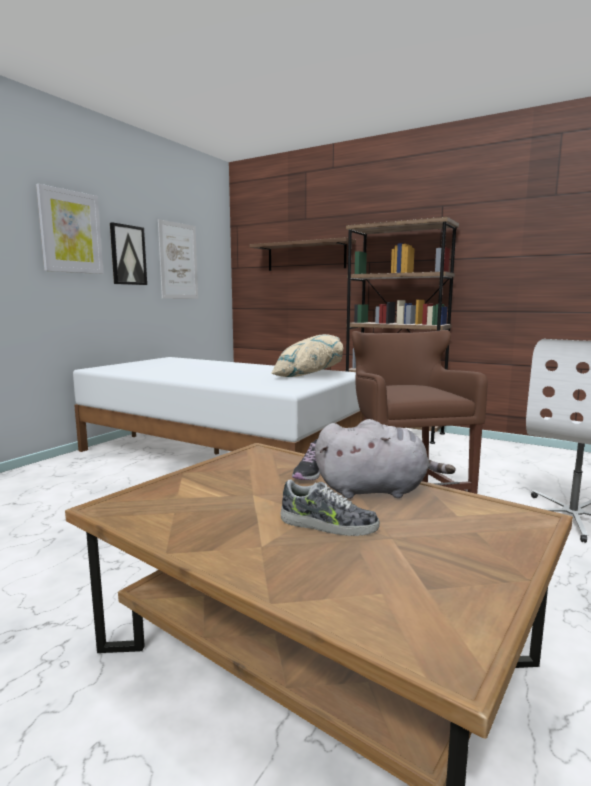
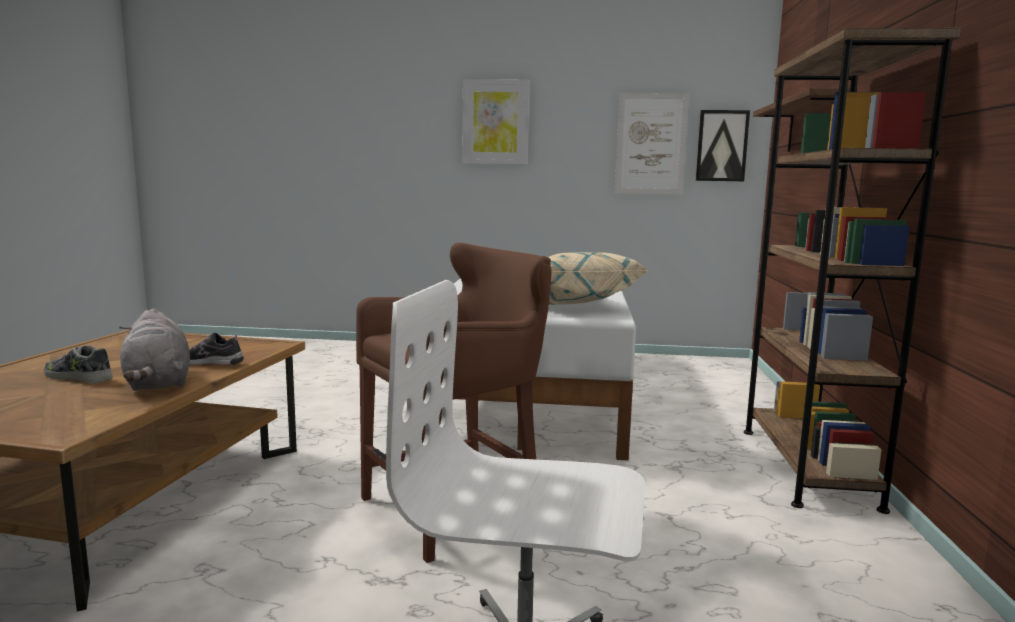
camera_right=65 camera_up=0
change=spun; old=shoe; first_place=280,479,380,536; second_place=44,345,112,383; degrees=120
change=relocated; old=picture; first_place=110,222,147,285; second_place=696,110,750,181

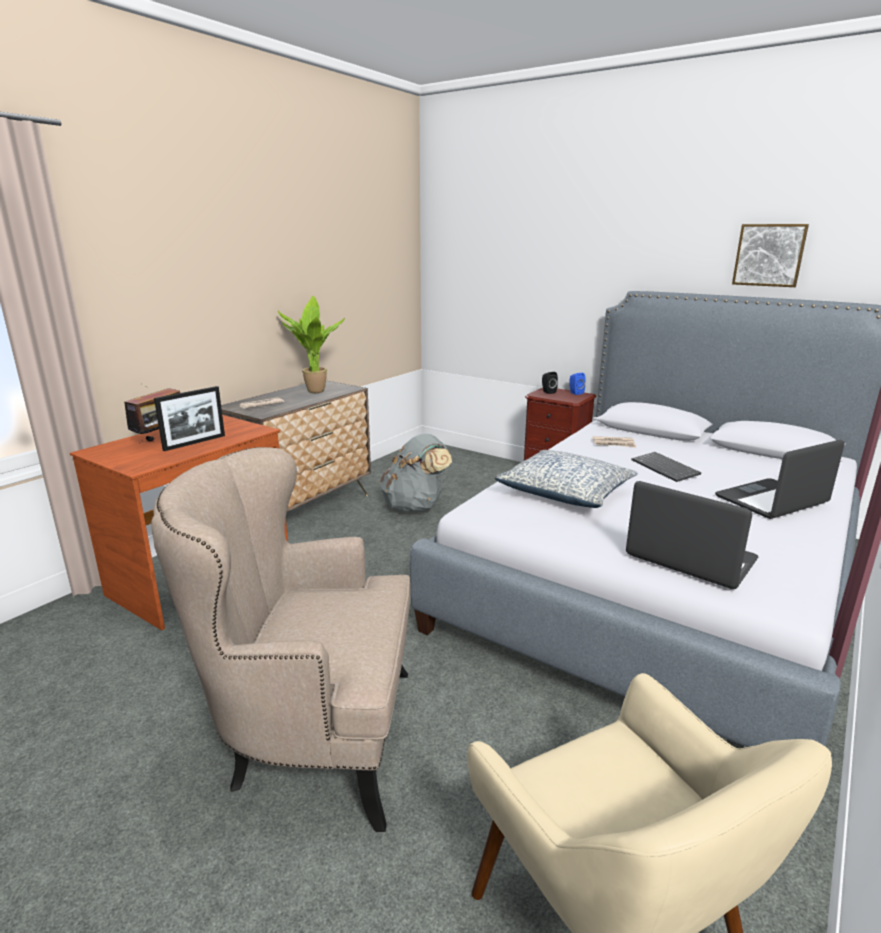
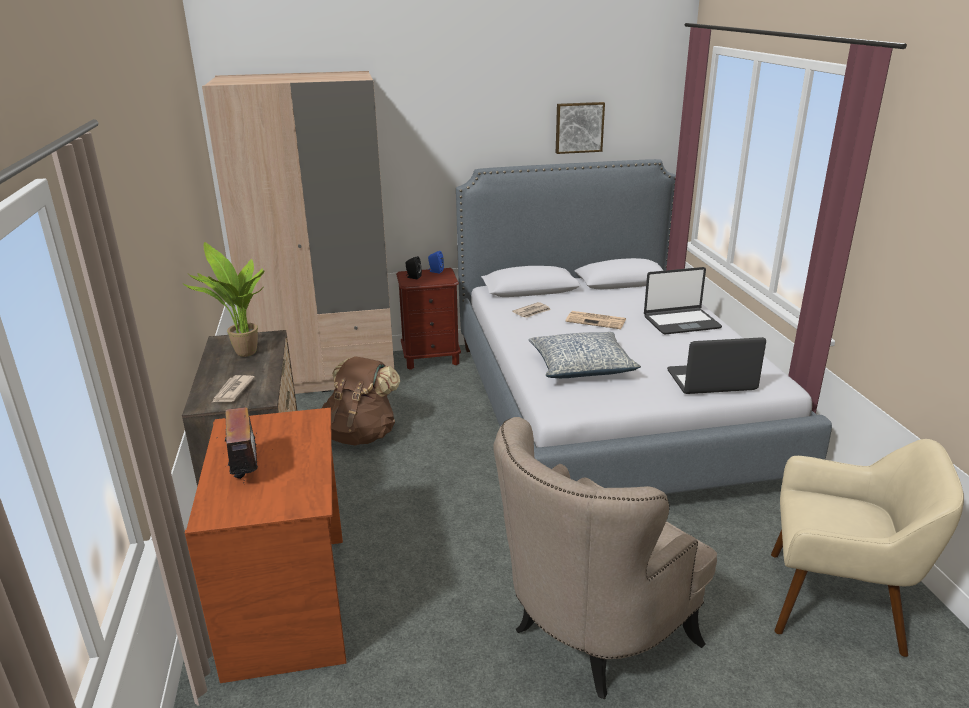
camera_right=-45 camera_up=5
change=appeared; new=beige wardrobe; second_place=202,71,394,394
change=colour; old=grey backpack; new=brown backpack; first_place=380,434,452,511; second_place=322,356,400,446
change=exchanged; old=keyboard; new=newspaper; first_place=632,452,701,482; second_place=566,311,626,329
change=spun; old=laptop; first_place=715,439,845,519; second_place=644,267,722,335; degrees=-120
change=missing; old=picture frame; first_place=154,386,225,451

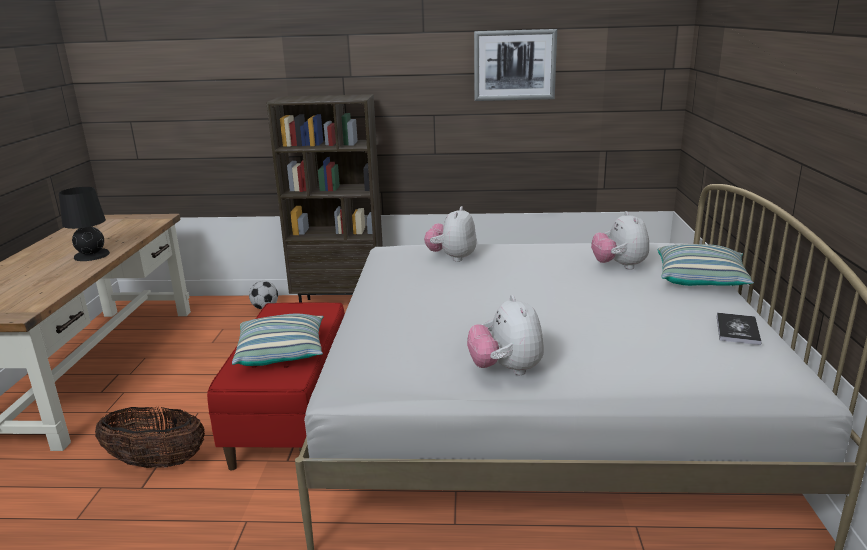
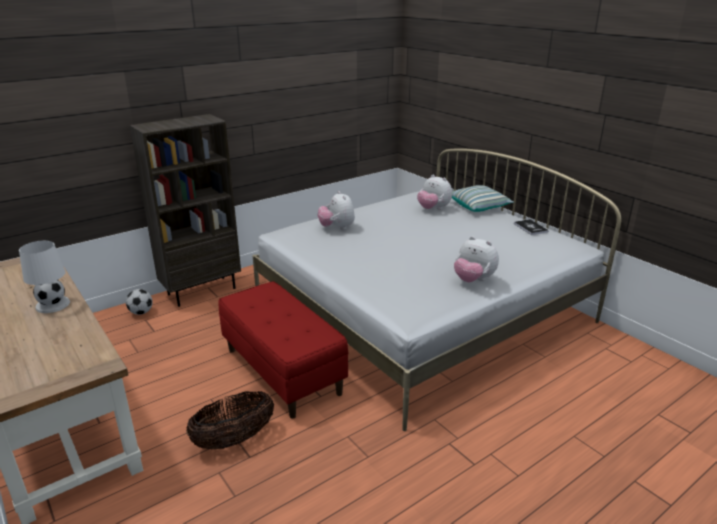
camera_right=-40 camera_up=5
change=colour; old=black table lamp; new=white table lamp; first_place=59,187,110,261; second_place=19,240,70,313
change=missing; old=pillow; first_place=232,314,324,366
change=missing; old=picture; first_place=474,29,557,101

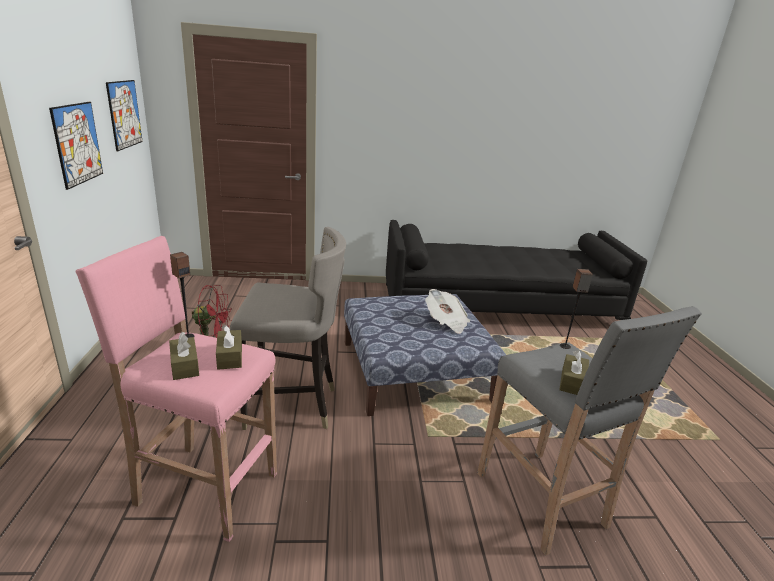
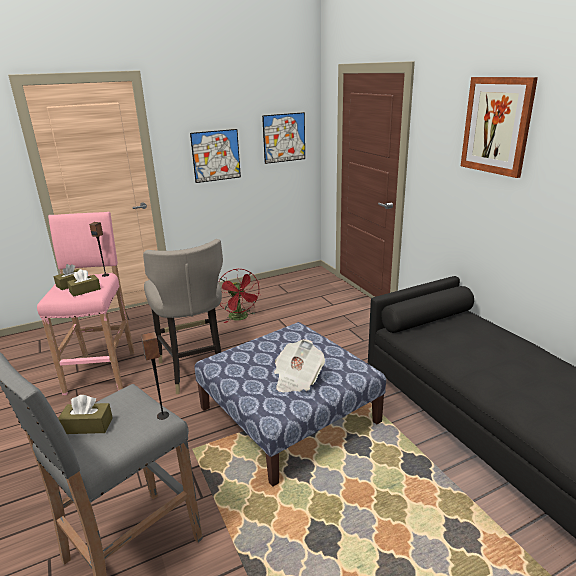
camera_right=70 camera_up=0
change=appeared; new=picture; second_place=461,77,538,178

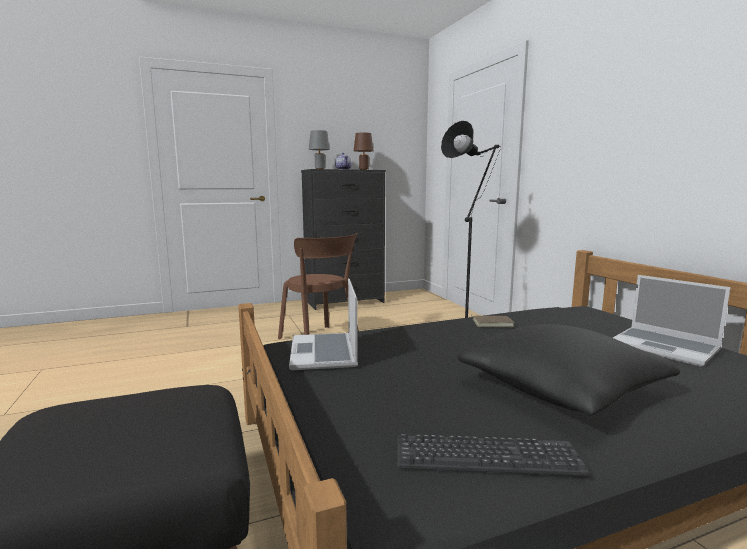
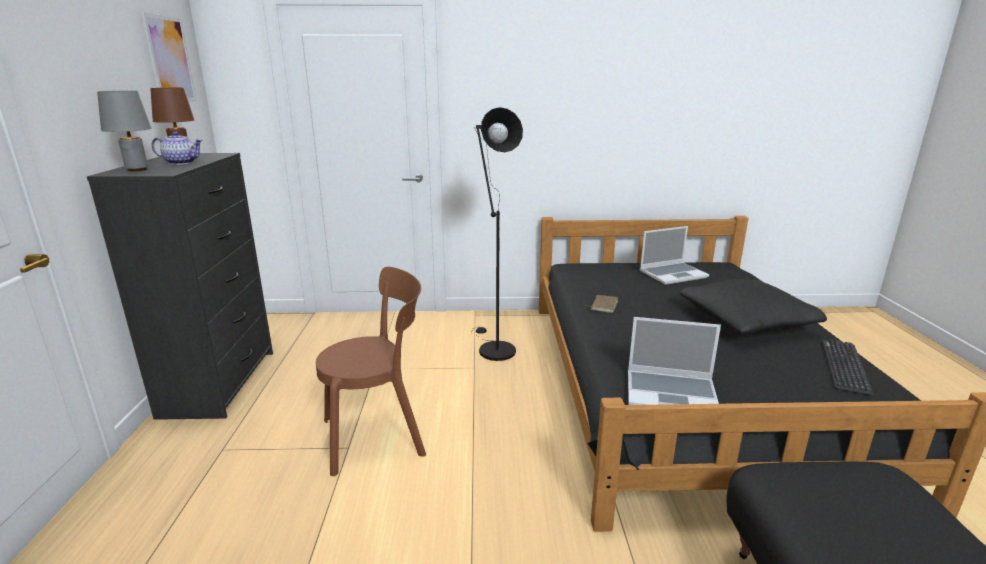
camera_right=-70 camera_up=10
change=appeared; new=picture; second_place=141,12,197,102

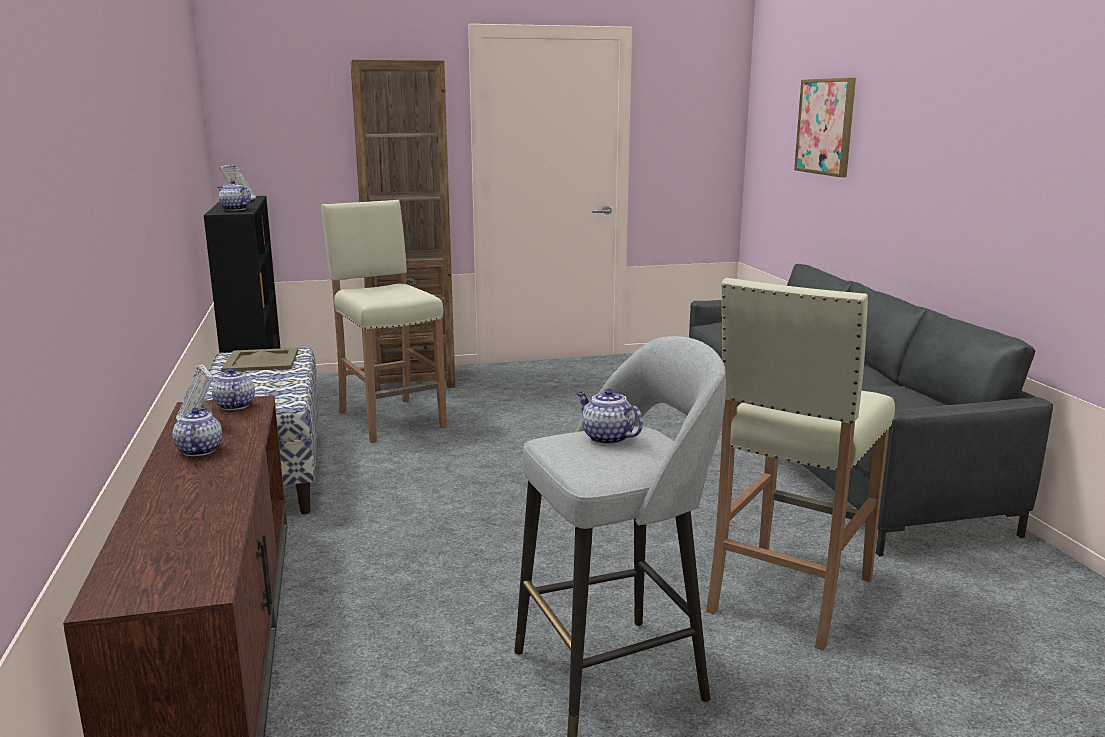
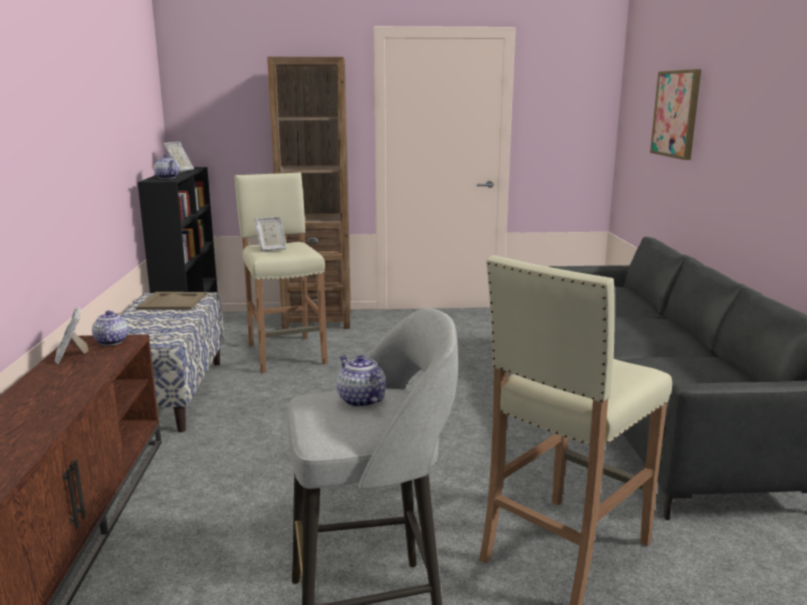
camera_right=10 camera_up=0
change=appeared; new=picture frame; second_place=254,217,286,252
change=missing; old=teapot; first_place=172,407,222,456

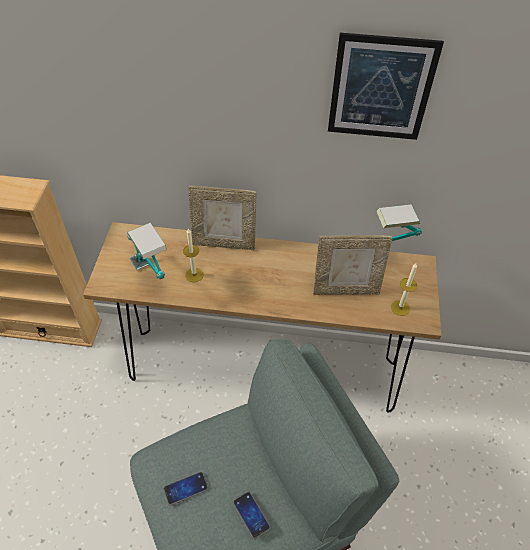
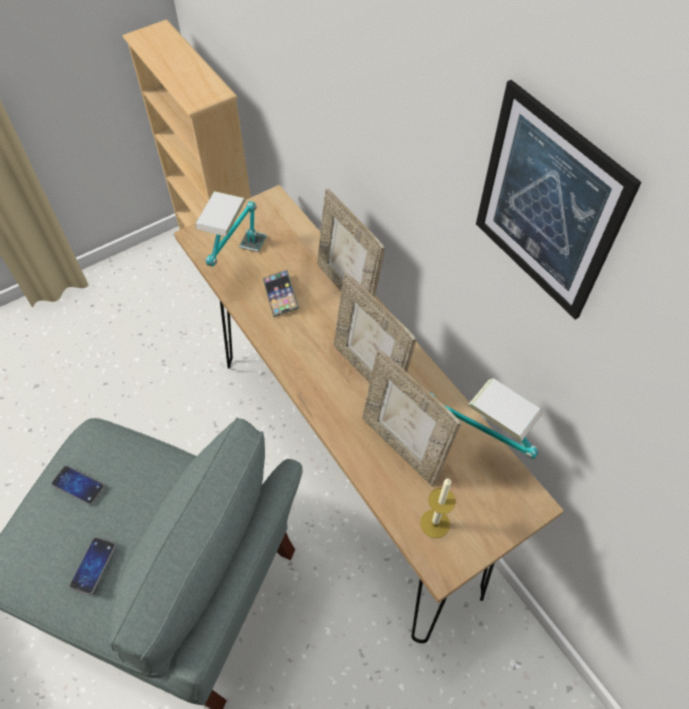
camera_right=50 camera_up=5
change=exchanged; old=candle; new=phone; first_place=183,229,204,282; second_place=263,270,299,317
change=appeared; new=picture frame; second_place=334,272,416,383

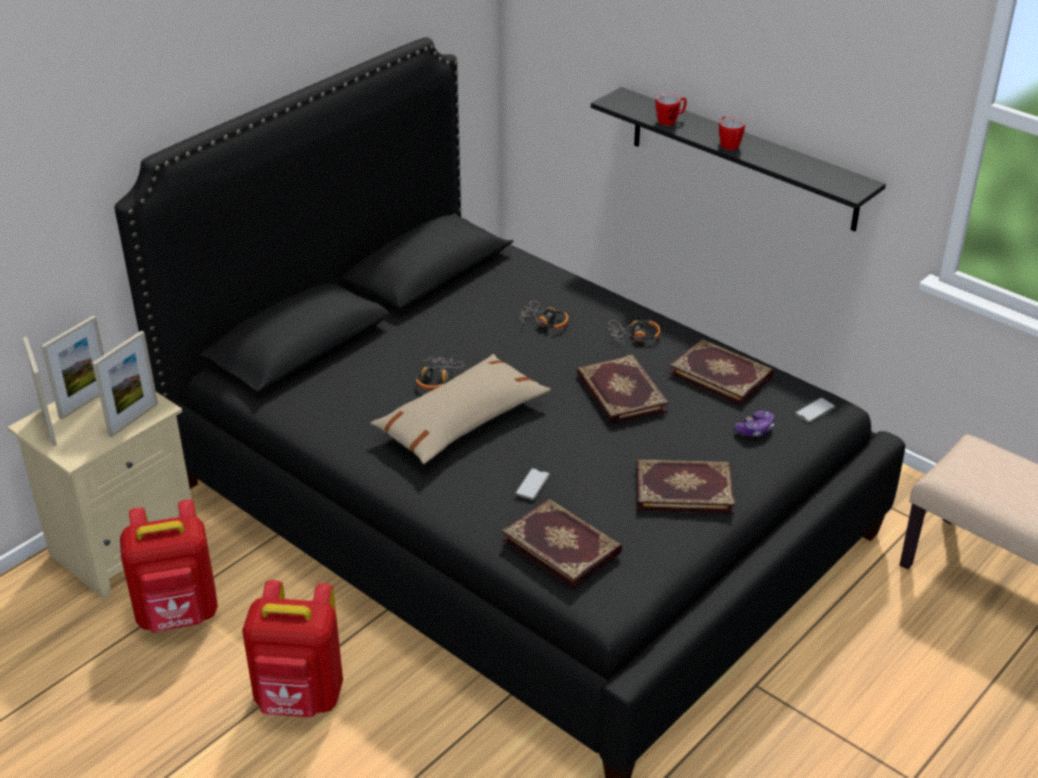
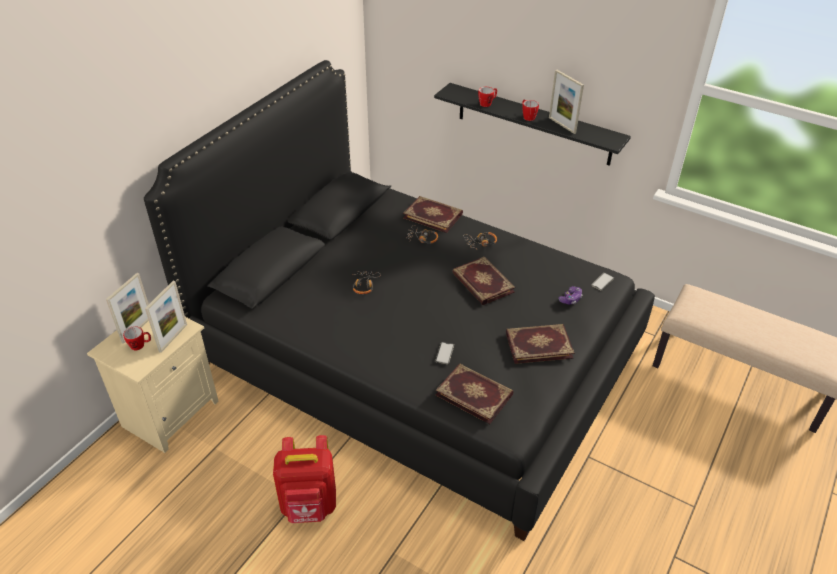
camera_right=-10 camera_up=5
change=appeared; new=mug; second_place=123,326,151,351
change=relocated; old=book; first_place=669,339,774,406; second_place=403,196,463,233
change=relocated; old=picture frame; first_place=23,337,57,446; second_place=549,70,584,134
change=missing; old=red backpack; first_place=120,499,218,632
change=missing; old=beige pillow; first_place=371,354,551,464

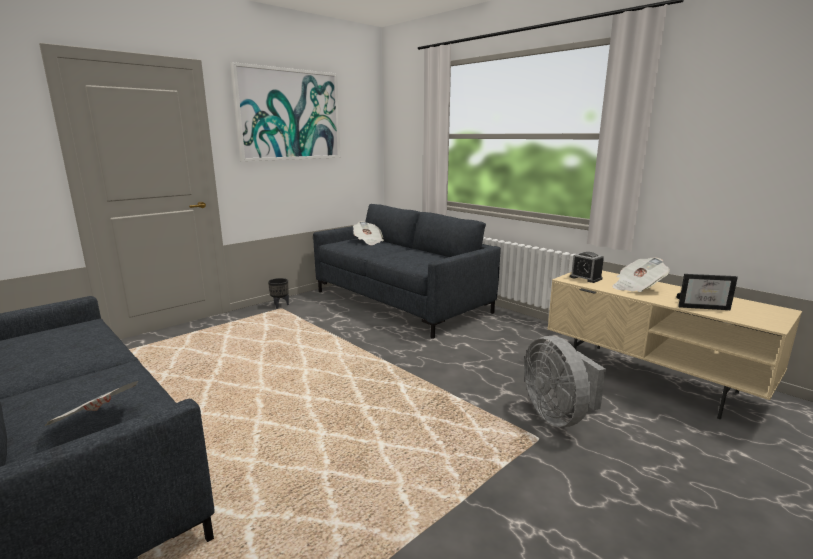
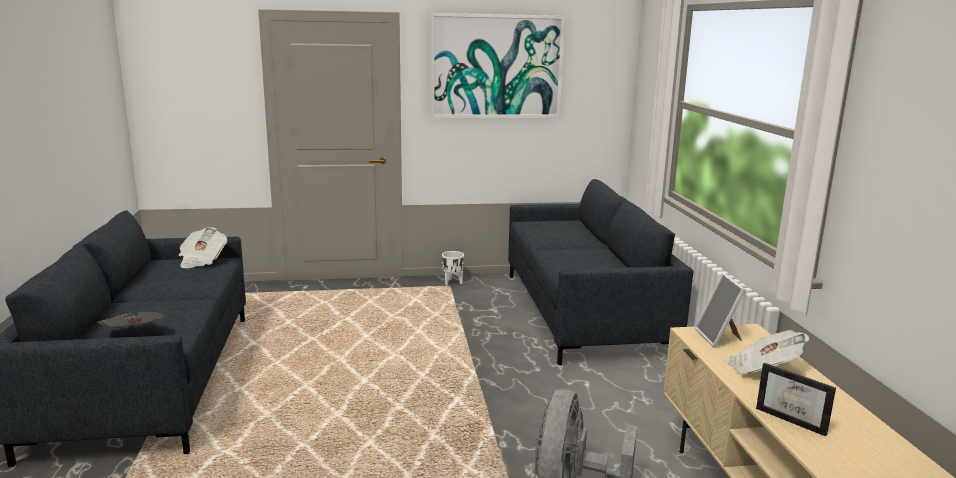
camera_right=35 camera_up=0
change=relocated; old=newspaper; first_place=353,221,384,245; second_place=179,227,227,268
change=colour; old=black planter; new=white planter; first_place=268,278,289,309; second_place=442,251,464,286
change=exchanged; old=alarm clock; new=picture frame; first_place=570,252,604,283; second_place=695,273,746,348

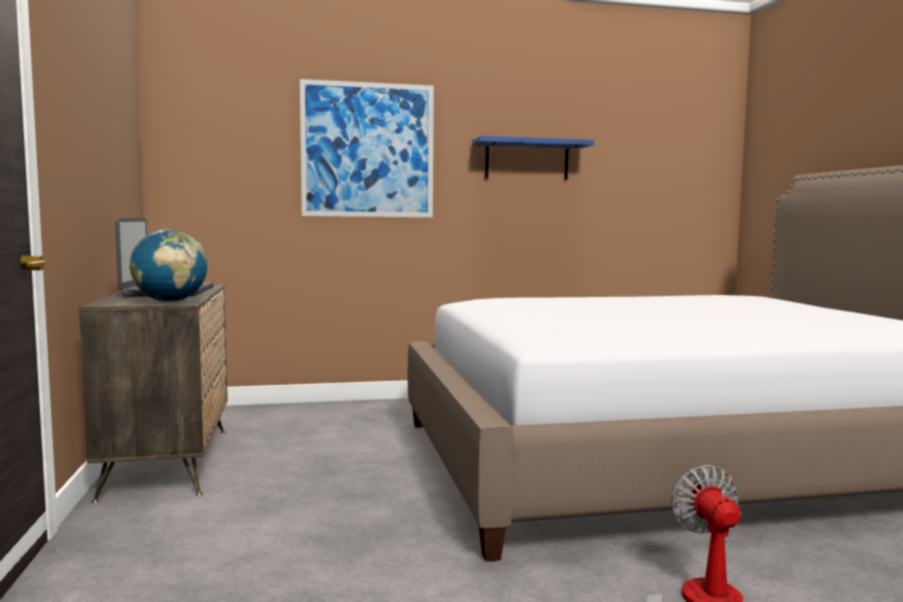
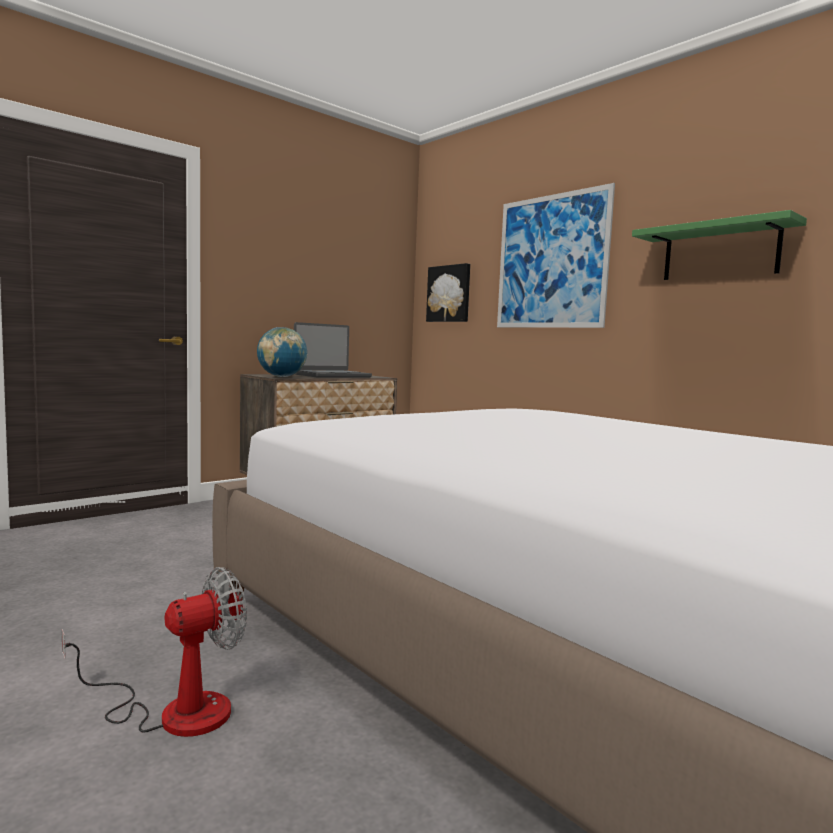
camera_right=60 camera_up=0
change=appeared; new=picture; second_place=426,263,470,322
change=colour; old=blue shelf; new=green shelf; first_place=472,136,594,180; second_place=632,210,807,280

